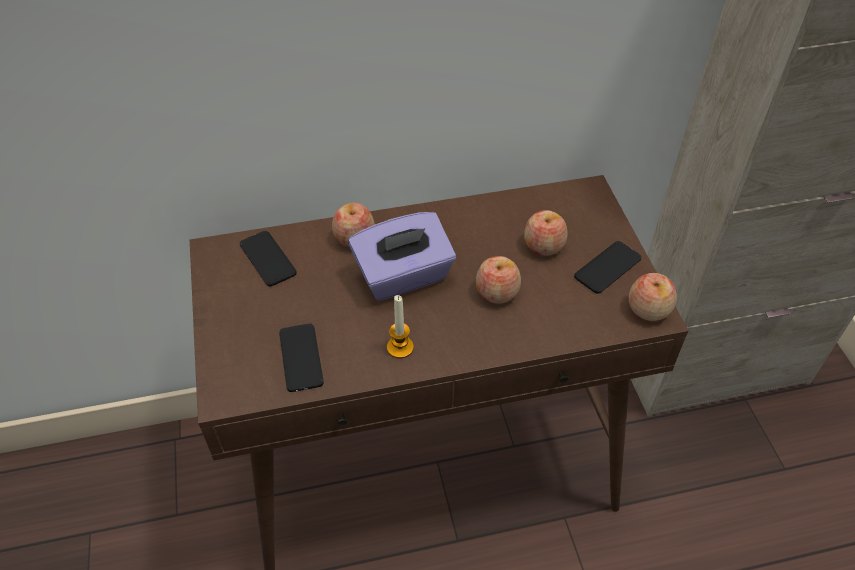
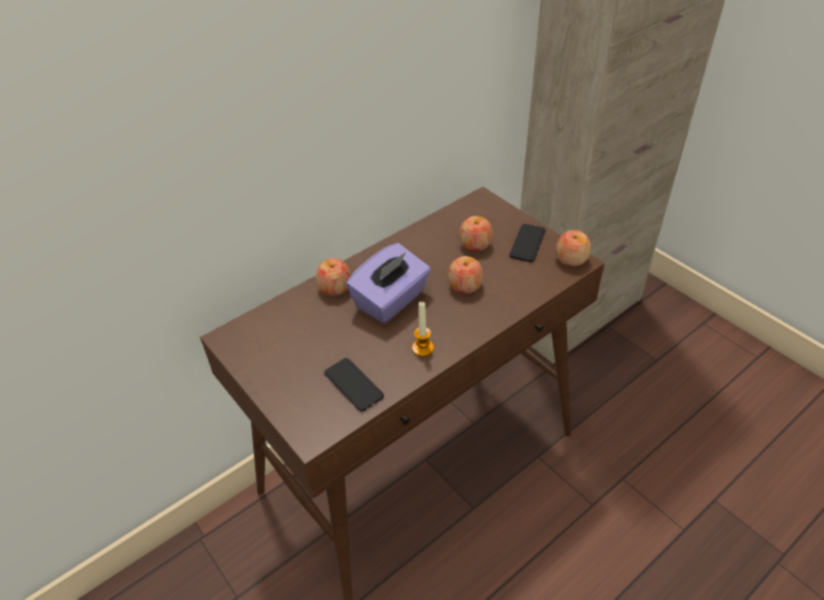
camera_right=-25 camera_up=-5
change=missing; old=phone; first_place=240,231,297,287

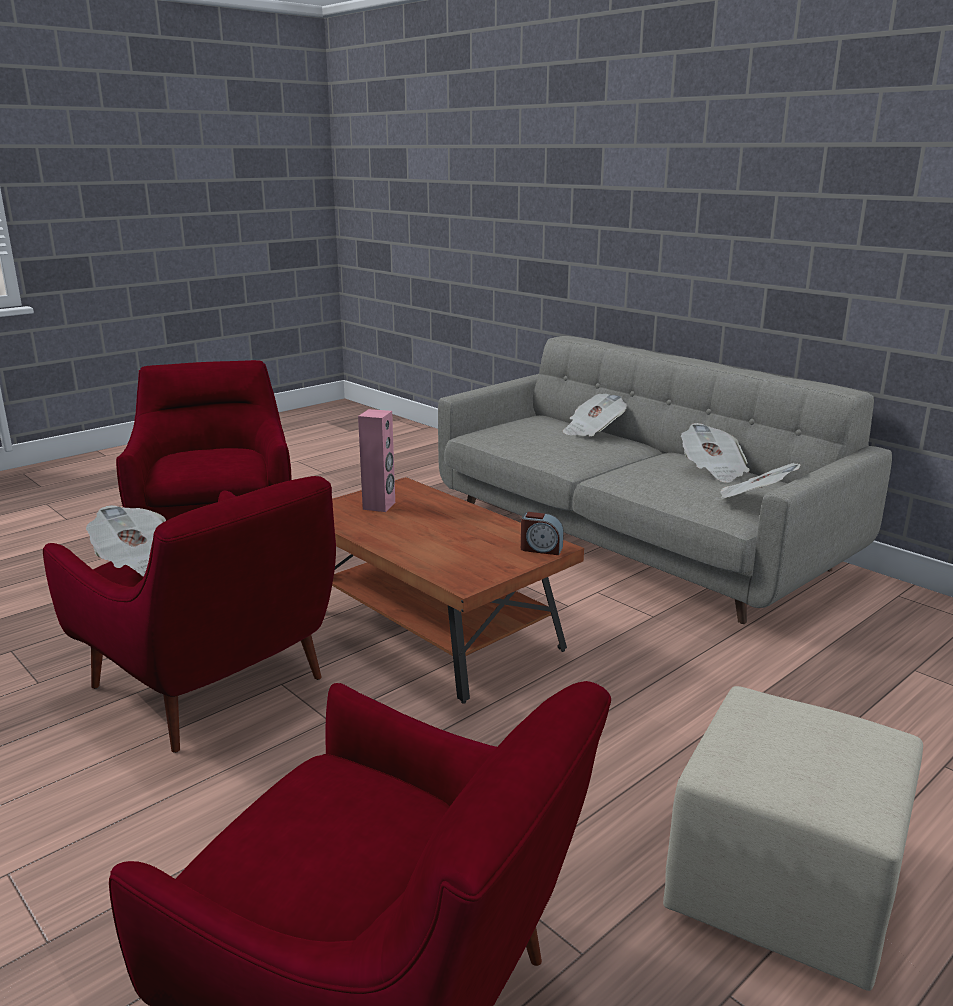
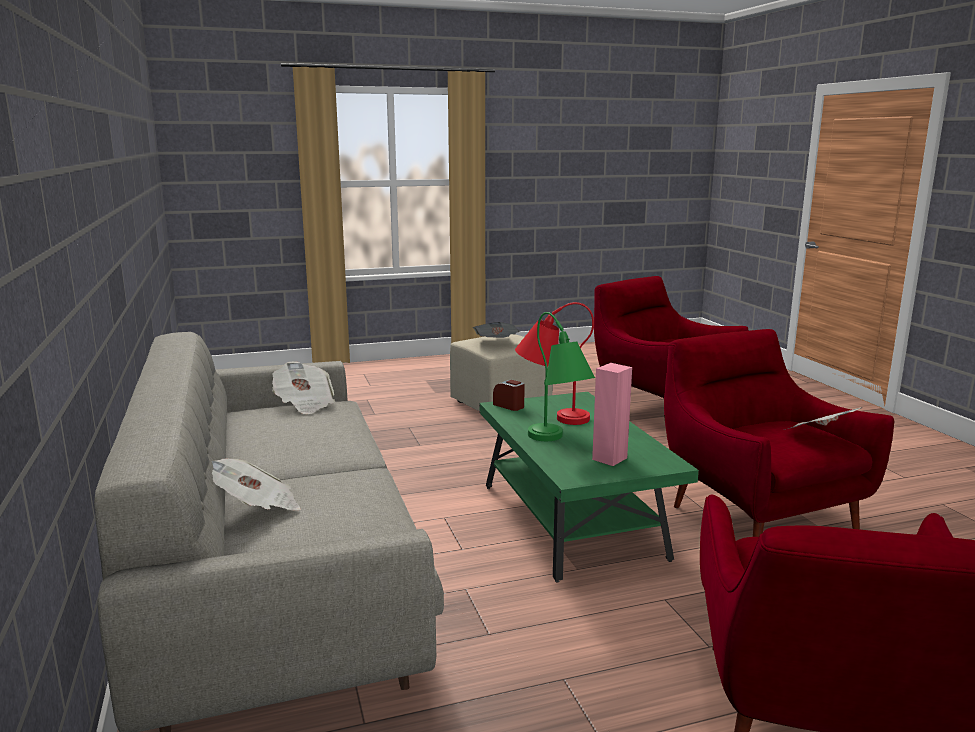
camera_right=-155 camera_up=-5
change=relocated; old=newspaper; first_place=681,423,750,483; second_place=473,322,519,338
change=colour; old=brown coffee table; new=green coffee table; first_place=332,477,584,704; second_place=479,392,699,583
change=appeared; new=red table lamp; second_place=515,302,594,425
change=appeared; new=green table lamp; second_place=528,312,595,441

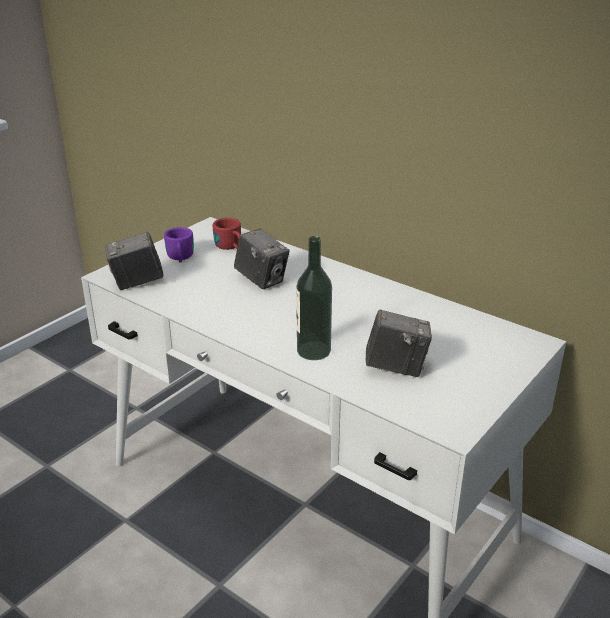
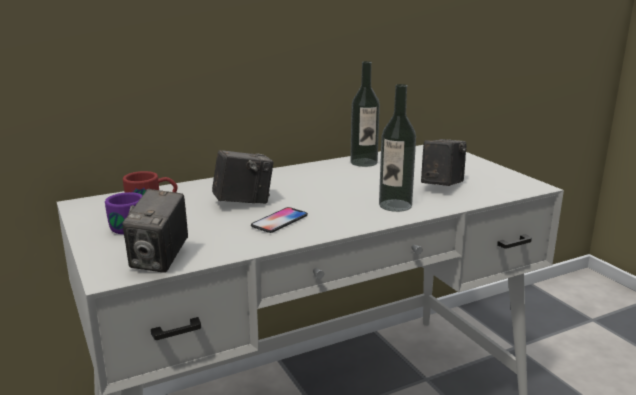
camera_right=-65 camera_up=-10
change=appeared; new=phone; second_place=251,207,308,233
change=appeared; new=bottle; second_place=350,61,380,167

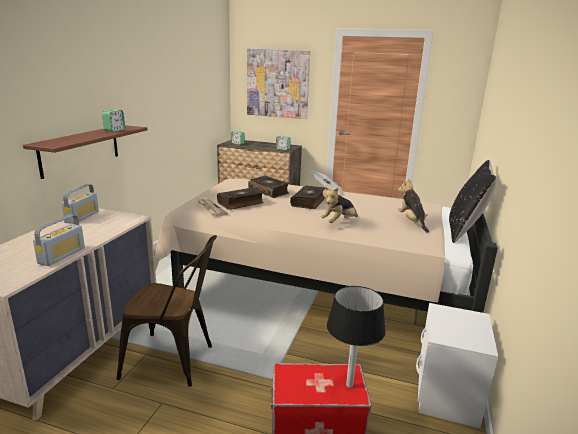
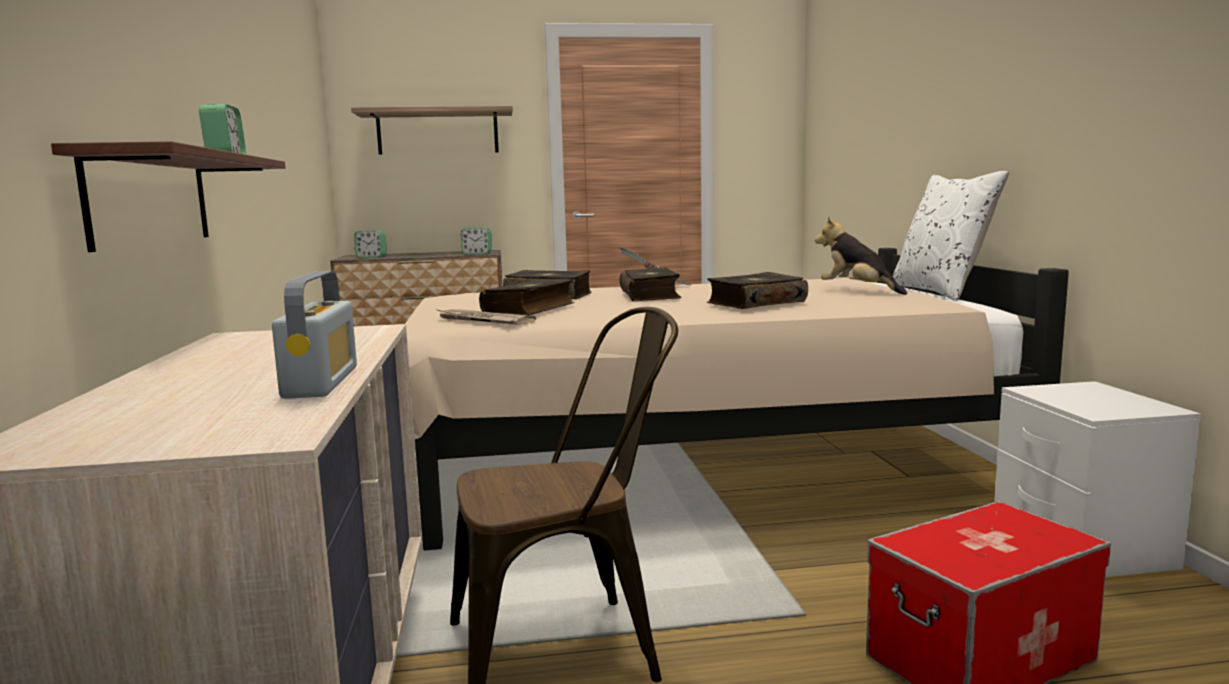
camera_right=-25 camera_up=-10
change=exchanged; old=picture; new=shelf; first_place=247,49,310,119; second_place=351,106,513,155
change=exchanged; old=plush toy; new=book; first_place=321,187,358,223; second_place=707,272,808,309
change=colour; old=black pillow; new=white pillow; first_place=449,160,497,243; second_place=893,171,1009,301
change=missing; old=radio; first_place=61,184,99,224
change=missing; old=black table lamp; first_place=326,286,386,388

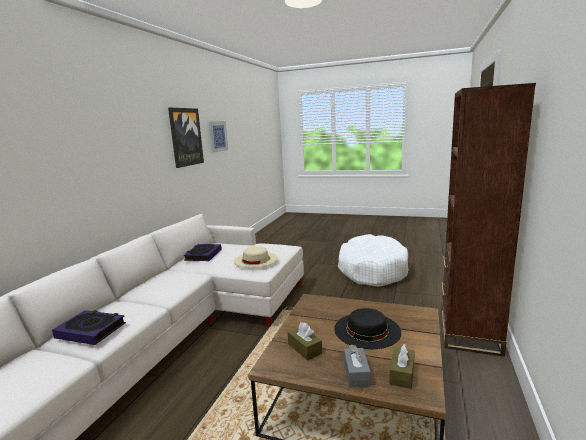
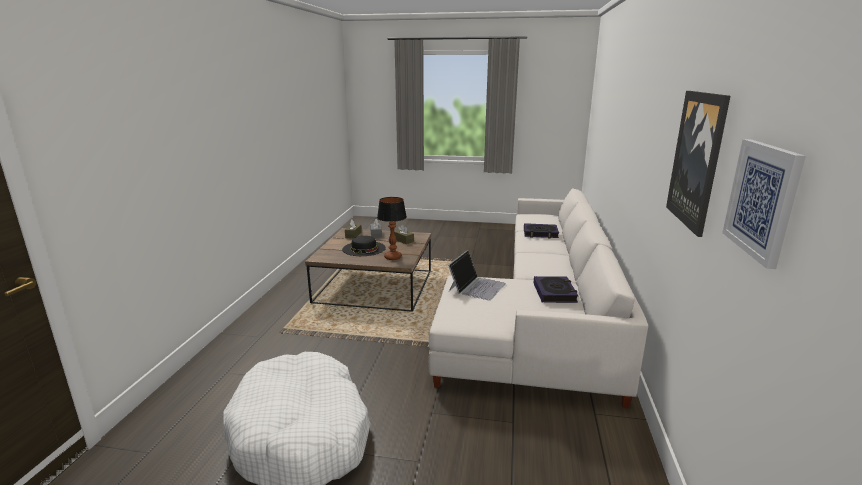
camera_right=170 camera_up=5
change=appeared; new=table lamp; second_place=377,197,407,260
change=exchanged; old=beige hat; new=laptop; first_place=234,246,278,268; second_place=448,250,506,301
change=missing; old=brown bookcase; first_place=441,83,536,357

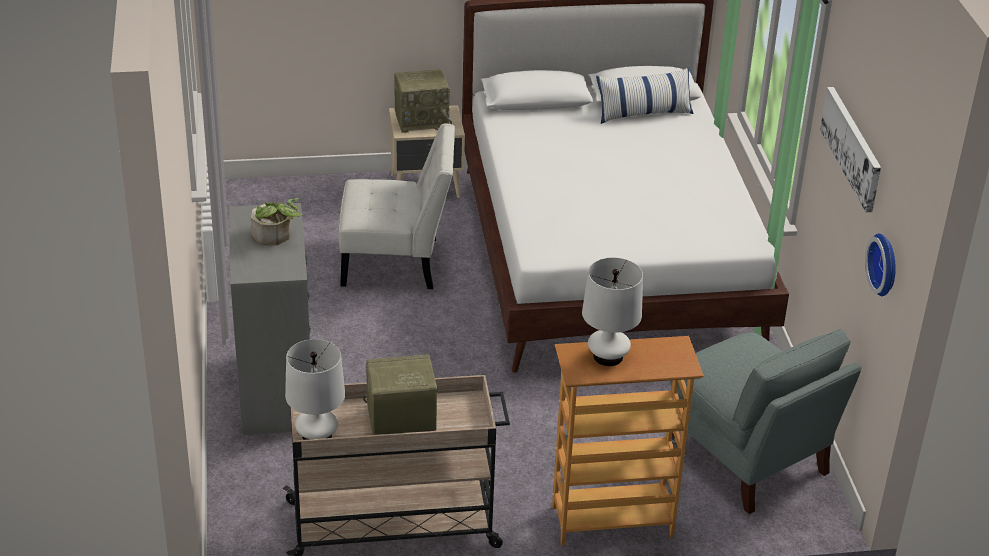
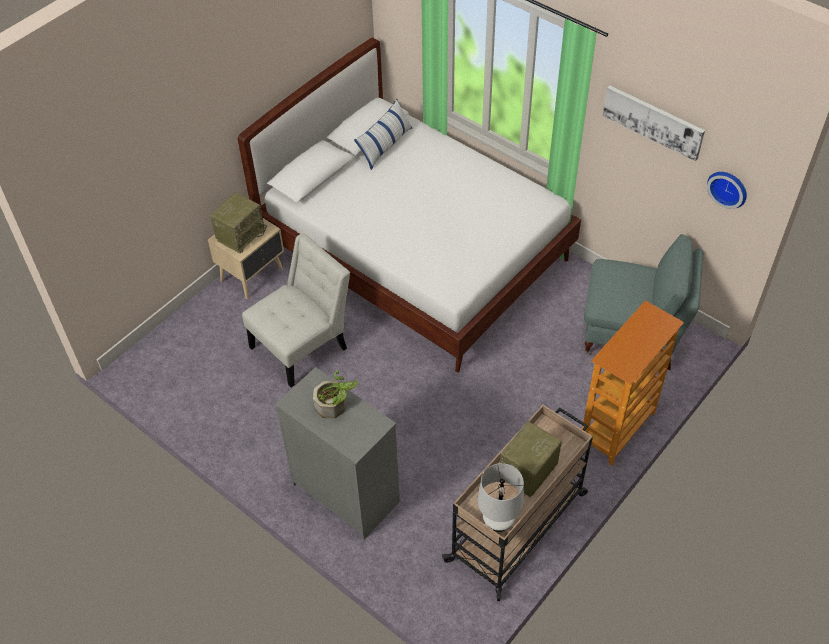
camera_right=-40 camera_up=15
change=missing; old=white table lamp; first_place=582,257,643,366

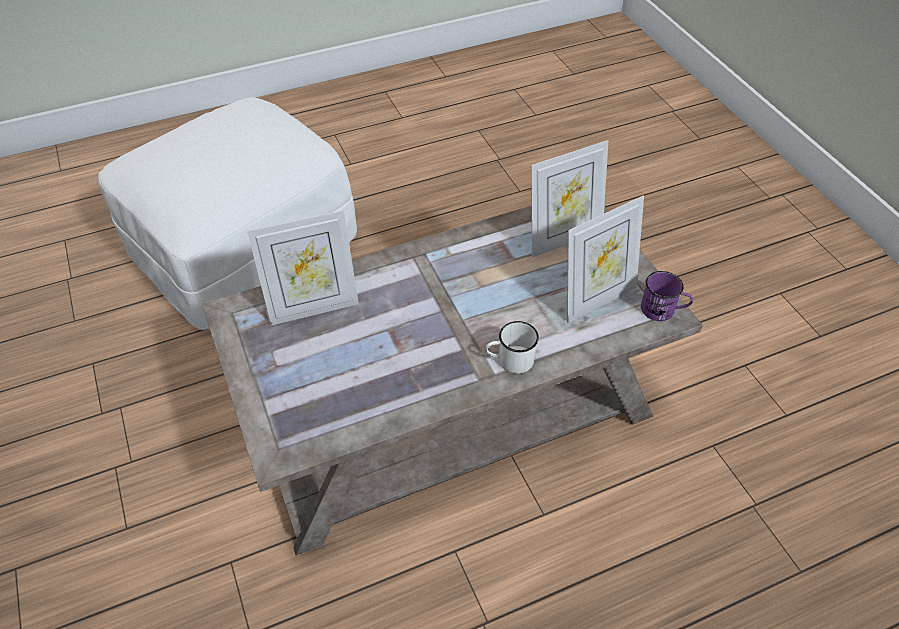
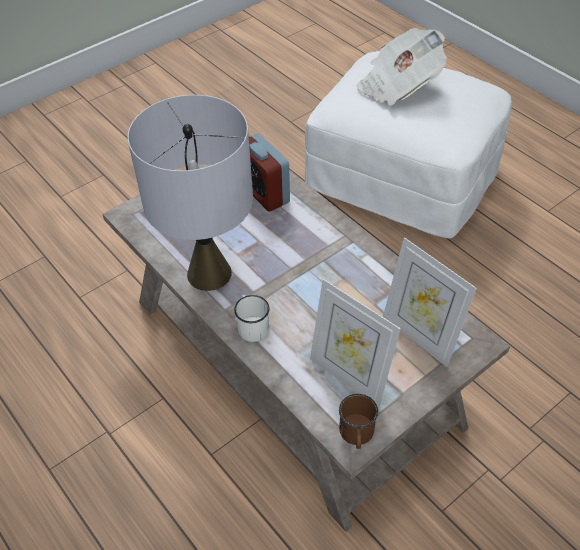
camera_right=75 camera_up=0
change=appeared; new=grey table lamp; second_place=128,95,253,291
change=exchanged; old=picture frame; new=alarm clock; first_place=247,210,359,325; second_place=249,134,290,212
change=colour; old=purple mug; new=brown mug; first_place=641,271,693,321; second_place=339,394,378,449
change=appeared; new=newspaper; second_place=357,28,447,105

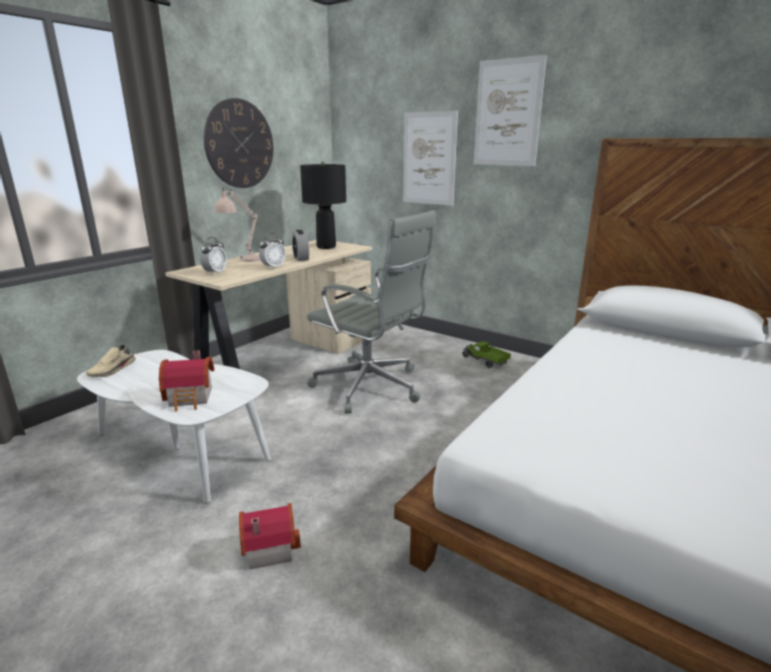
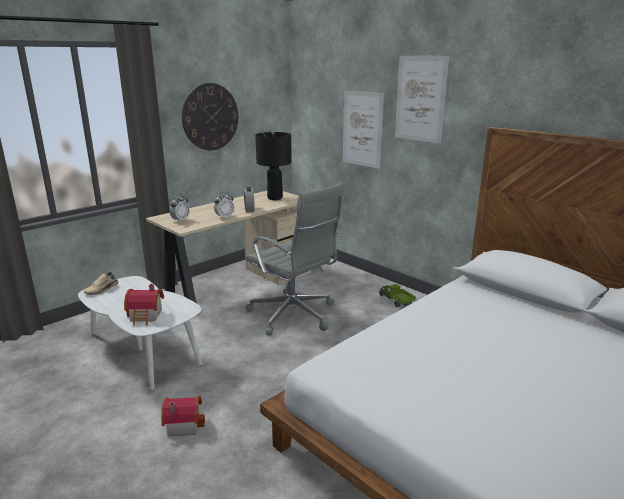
camera_right=10 camera_up=0
change=missing; old=beige table lamp; first_place=214,185,260,262

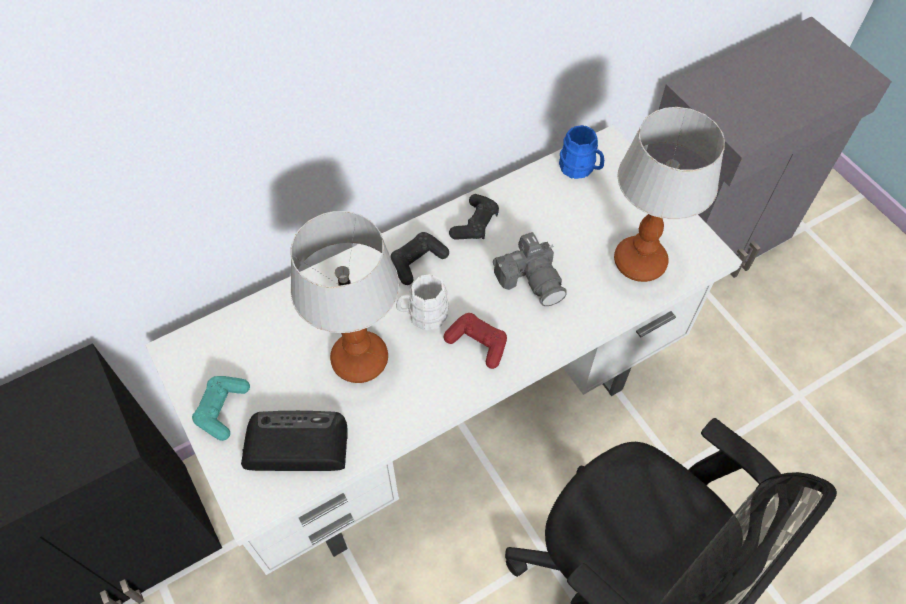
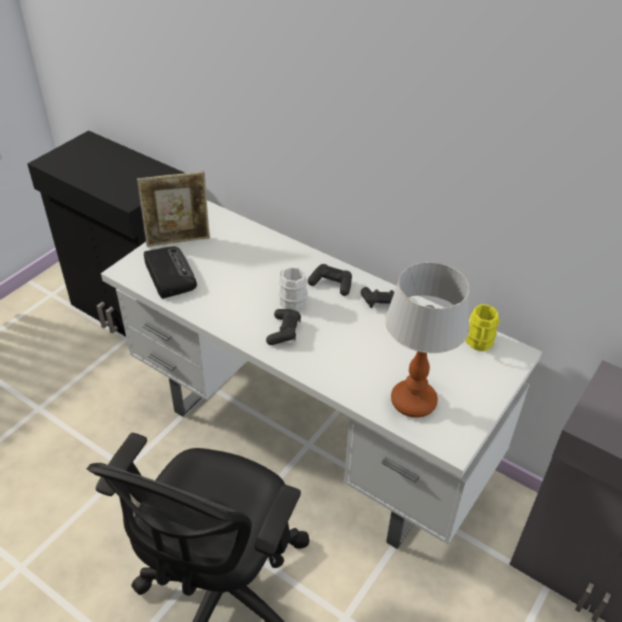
camera_right=65 camera_up=-15
change=exchanged; old=turquoise game controller; new=picture frame; first_place=192,376,250,441; second_place=137,171,210,247
change=colour; old=red game controller; new=black game controller; first_place=444,313,507,369; second_place=266,309,301,345
change=colour; old=blue mug; new=yellow mug; first_place=559,125,604,179; second_place=465,304,499,351
change=missing; old=table lamp; first_place=290,211,399,383
change=missing; old=photo camera; first_place=493,232,567,306

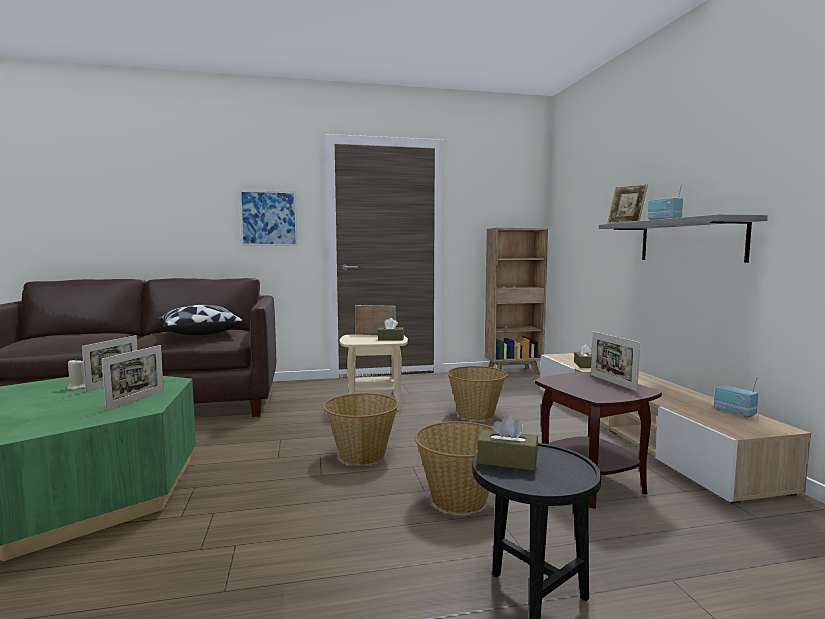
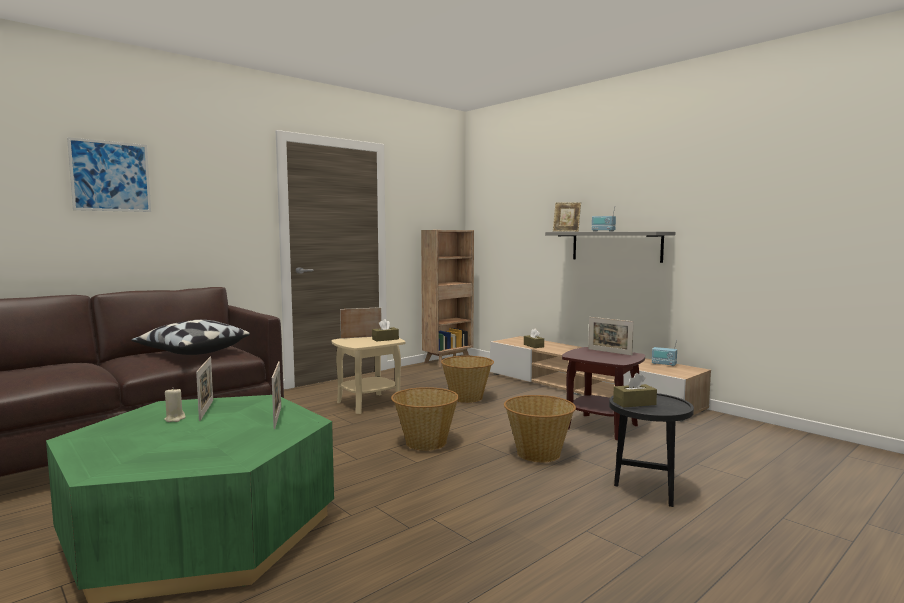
camera_right=-30 camera_up=0
change=relocated; old=picture; first_place=239,190,297,246; second_place=67,137,151,212

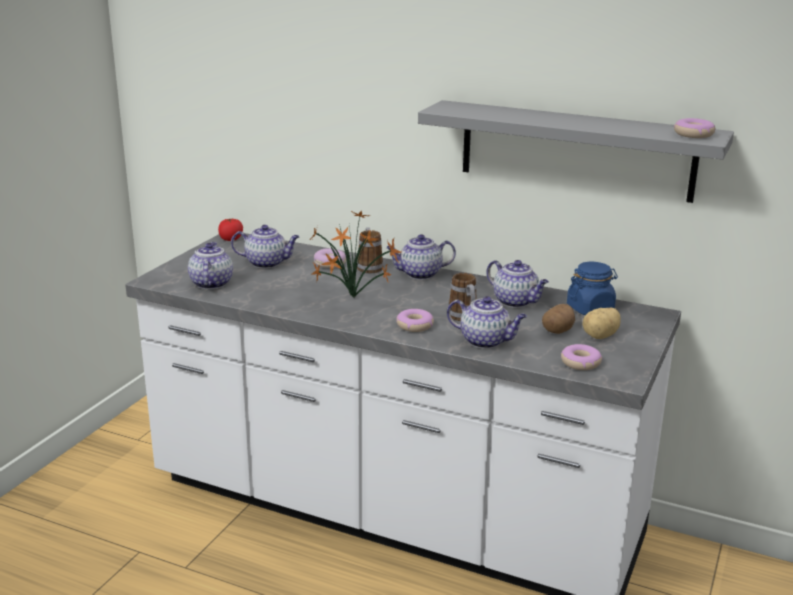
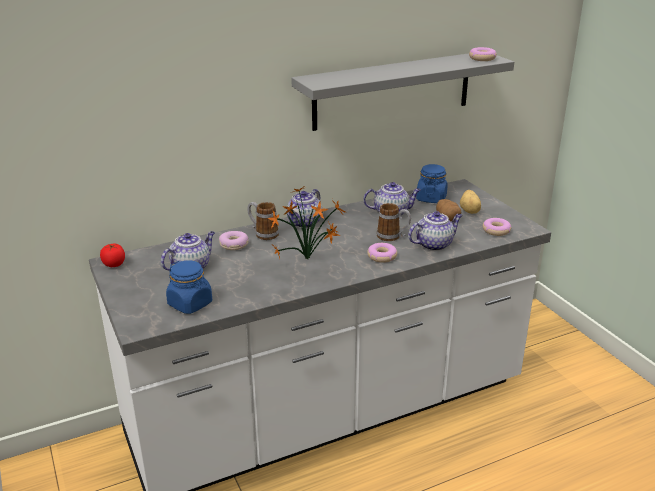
camera_right=-50 camera_up=5
change=exchanged; old=teapot; new=blue jar; first_place=188,242,233,289; second_place=166,260,212,314

